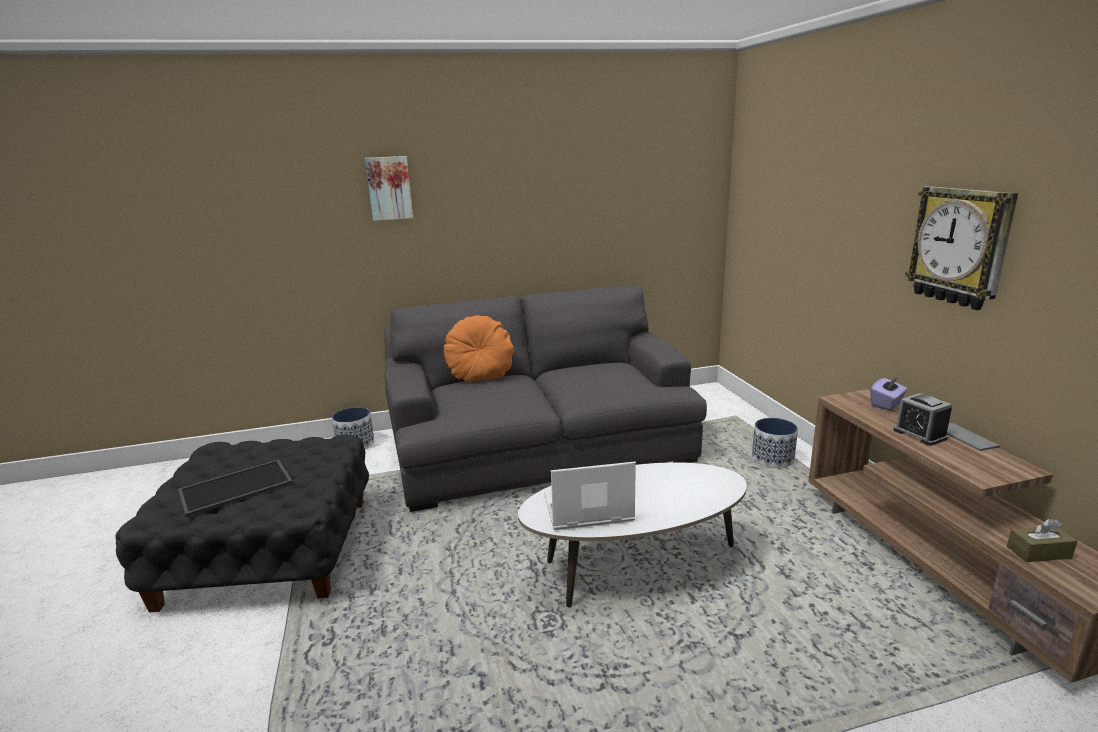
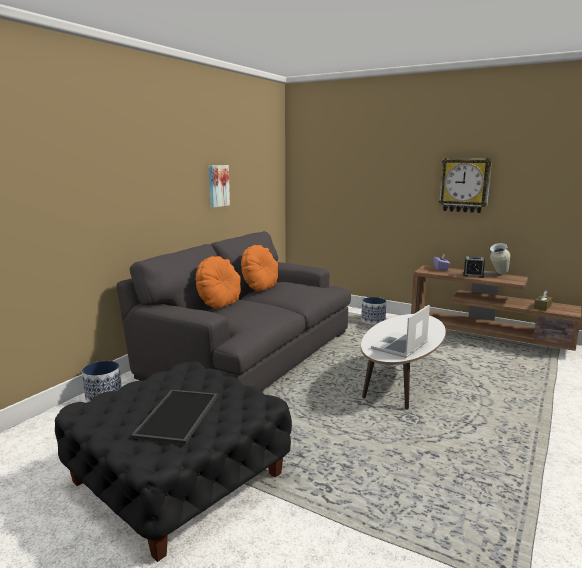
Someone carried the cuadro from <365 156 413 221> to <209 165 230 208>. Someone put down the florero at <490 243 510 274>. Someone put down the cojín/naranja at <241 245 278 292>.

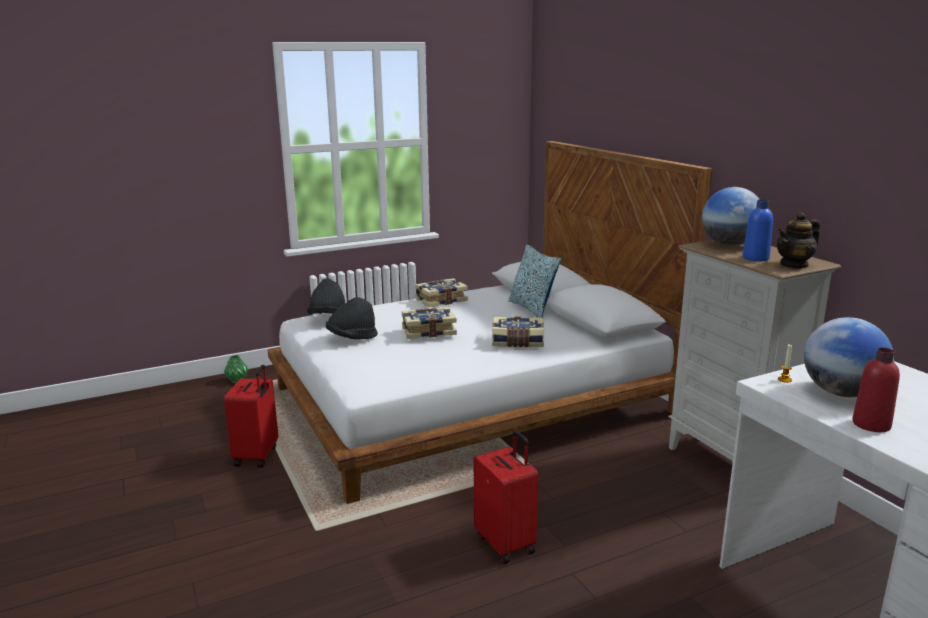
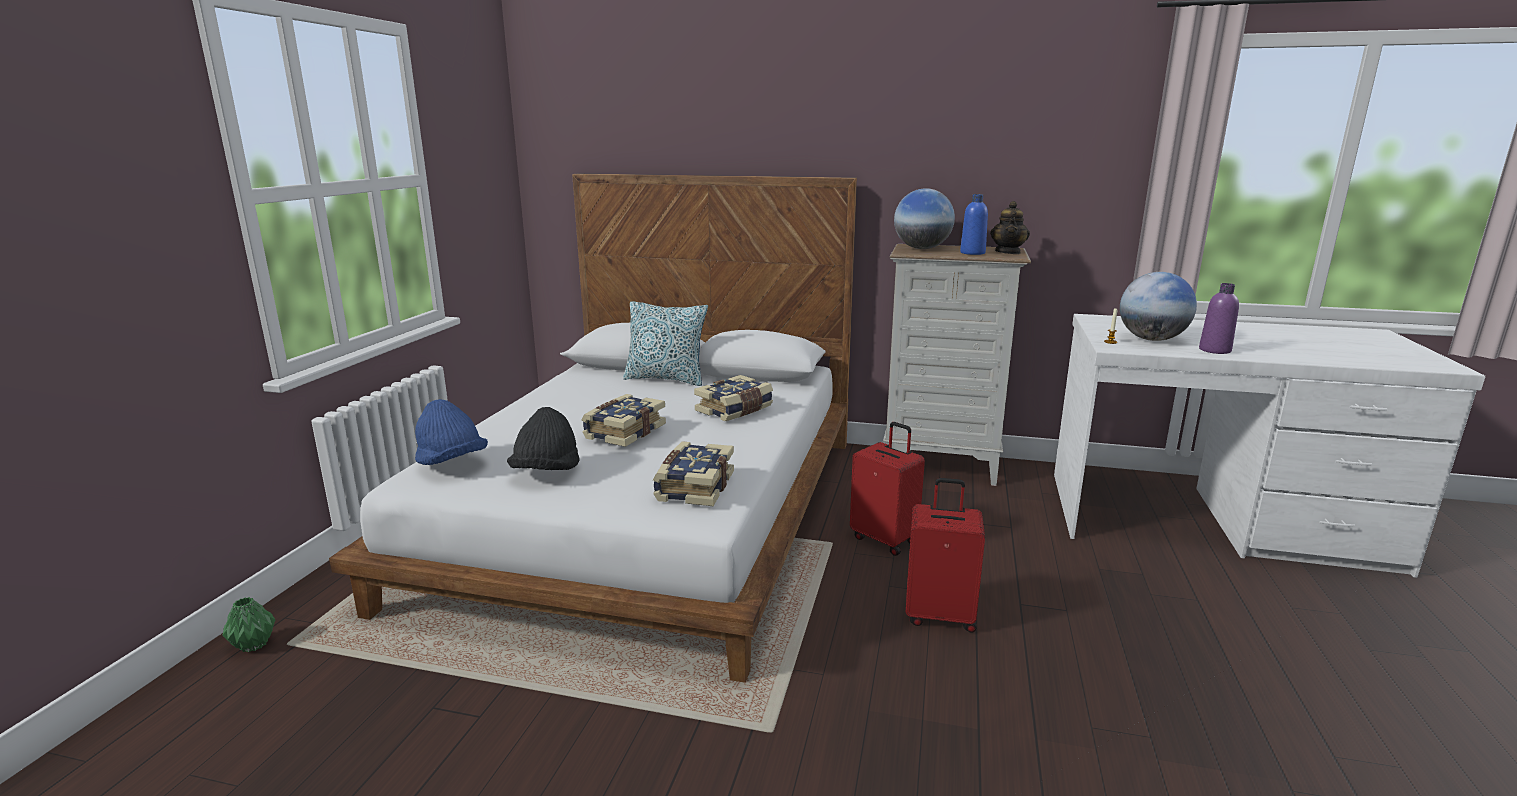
Someone repainted the sombrero/negro at <307 278 345 314>, which became the sombrero/azul at <415 399 488 465>. Someone carried the libro from <415 278 468 307> to <653 441 734 506>. Someone repainted the botella/rojo at <853 348 900 432>, which became the botella/morado at <1199 283 1239 354>. Someone carried the maleta/rojo from <224 365 278 468> to <850 422 925 556>.

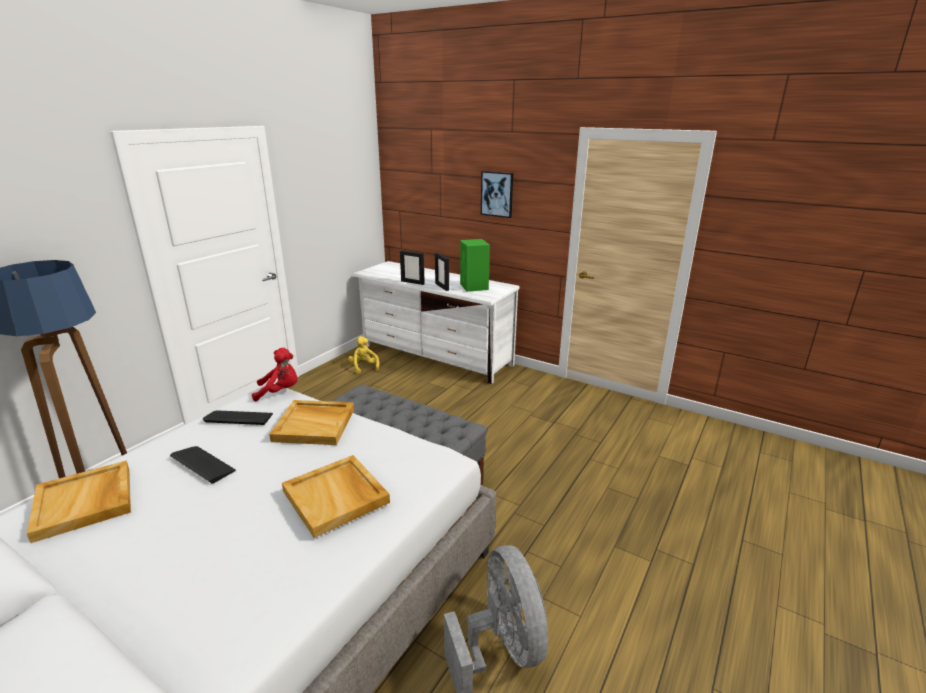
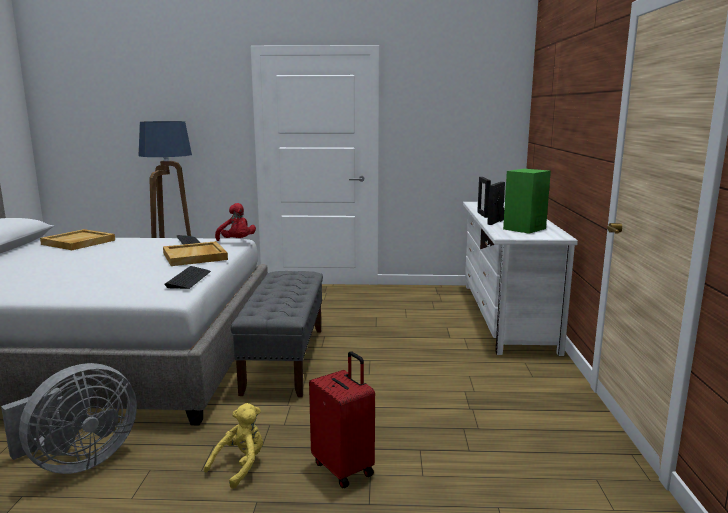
Someone took away the cuadro at <481 171 513 218>. Someone carried the peluche/amarillo from <348 336 379 374> to <204 403 263 489>. Someone carried the teclado from <170 446 236 484> to <164 266 211 289>. Someone took away the bandeja/beis at <282 455 390 538>. Someone put down the maleta/rojo at <309 351 375 488>.

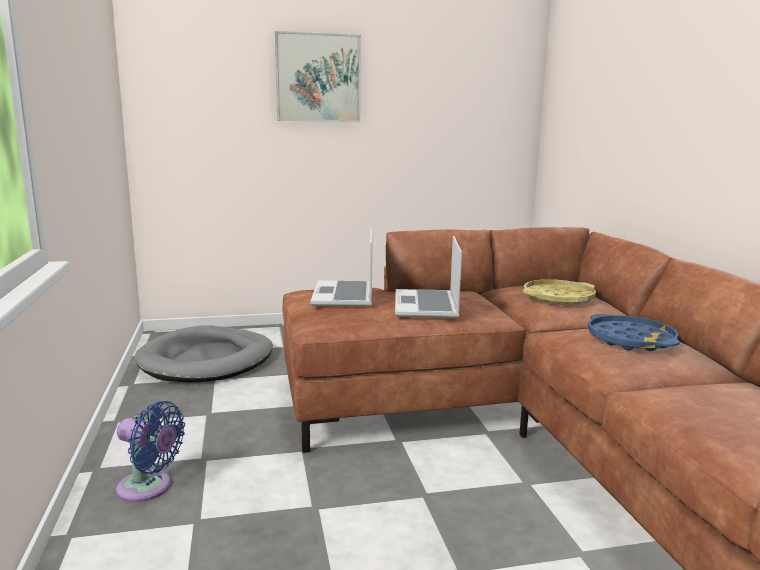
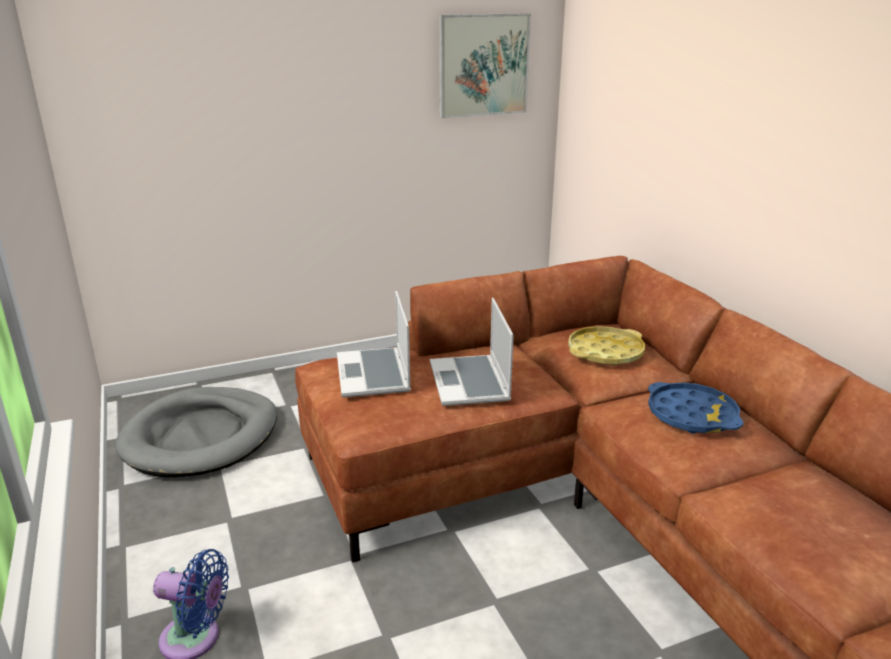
Someone carried the cuadro from <275 31 361 122> to <439 13 531 118>.

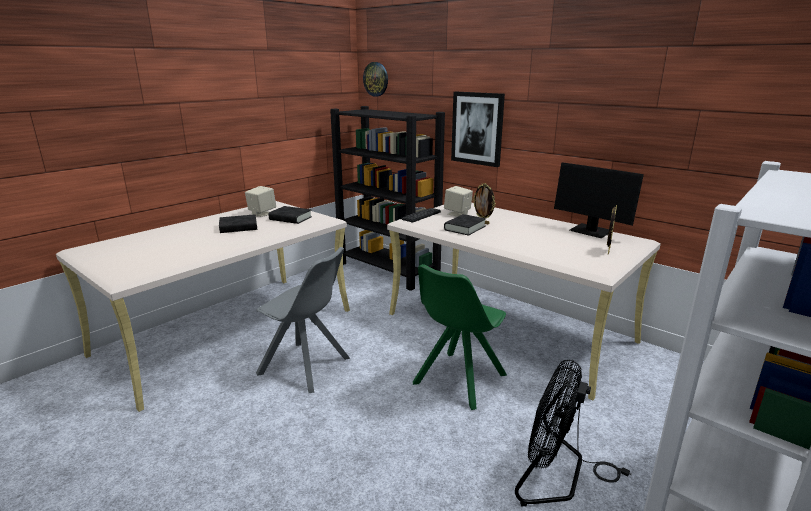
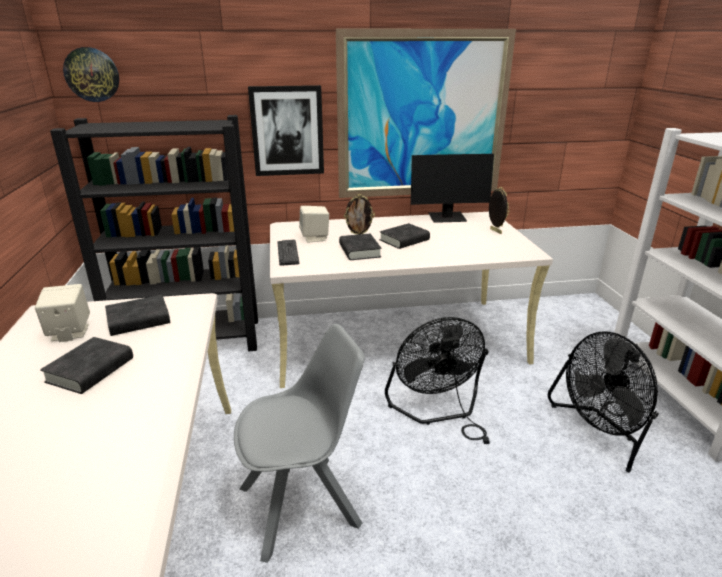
Someone swapped the silla/verde at <413 264 507 410> for the ventilador/negro at <385 317 490 444>. Someone put up the cuadro at <336 29 516 198>. Someone put down the libro/negro at <380 223 430 249>.

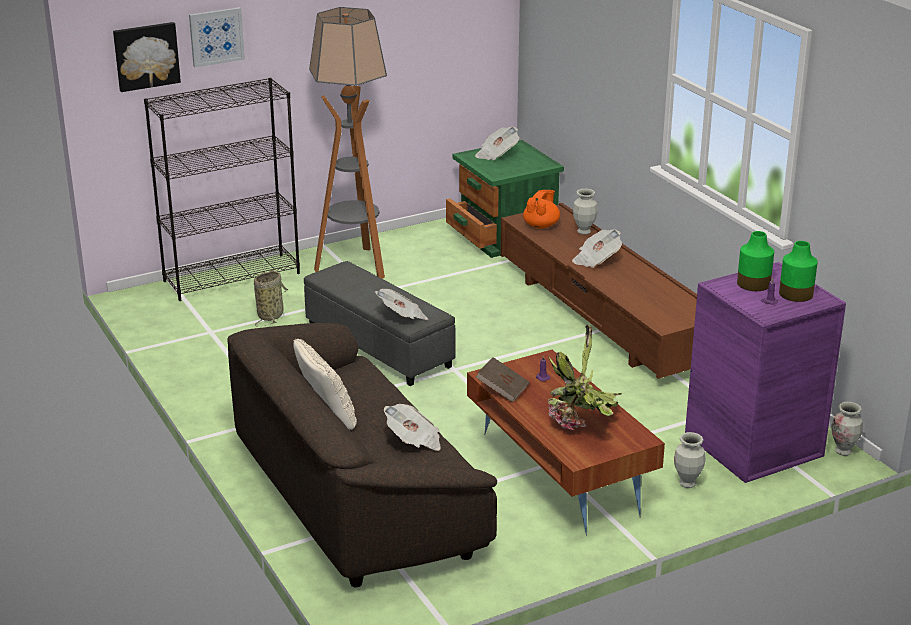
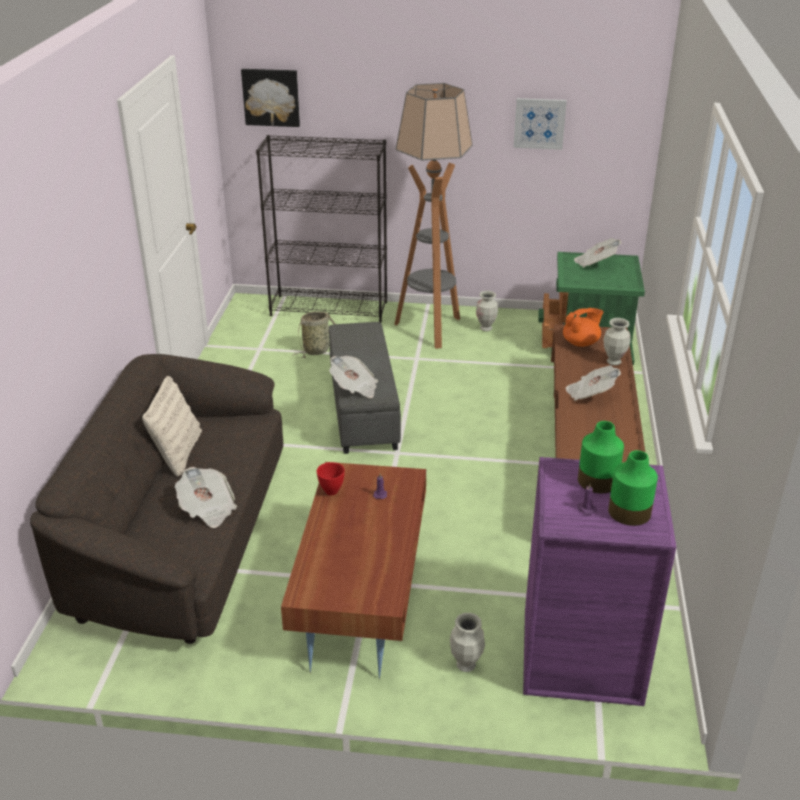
Someone carried the cuadro from <189 7 245 67> to <514 98 567 150>. Someone took away the planta en maceta at <548 324 622 430>. Someone swapped the libro/marrón at <476 357 529 403> for the cuenco/rojo at <317 462 345 495>. Someone carried the florero from <832 402 863 456> to <476 291 498 331>.

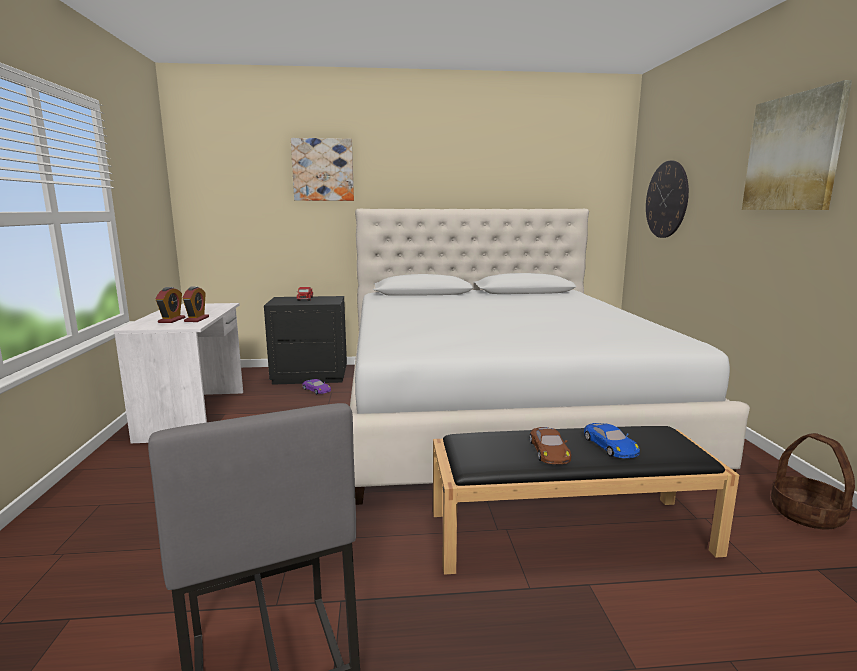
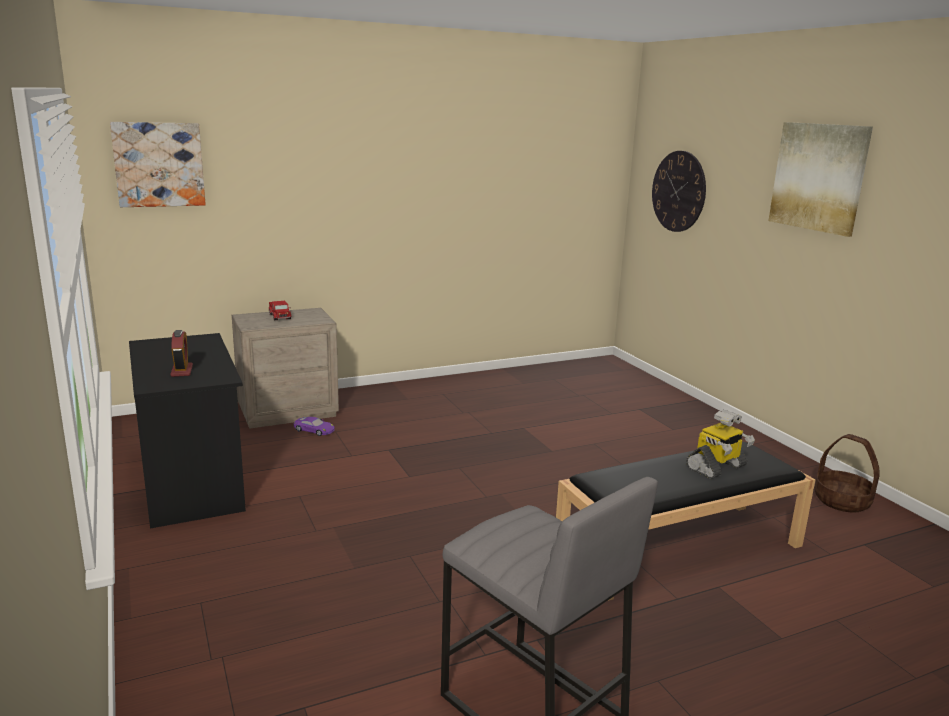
Someone carried the cuadro from <291 138 354 201> to <110 122 206 207>. Someone took away the cama/blanco at <350 209 750 505>. Someone took away the despertador at <183 286 209 322>. Someone repainted the mesita de noche/negro at <264 296 347 385>, which became the mesita de noche/beis at <232 308 339 429>. Someone repainted the escritorio/blanco at <114 303 243 443>, which became the escritorio/negro at <129 333 246 529>. Someone swapped the coche de juguete/azul at <584 423 640 458> for the robot de juguete at <686 410 755 479>. Someone took away the coche de juguete/marrón at <530 427 571 464>.

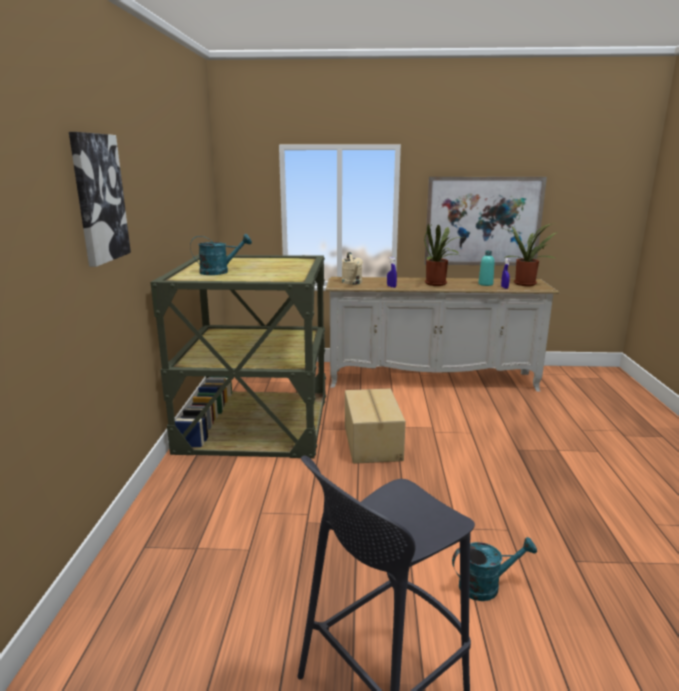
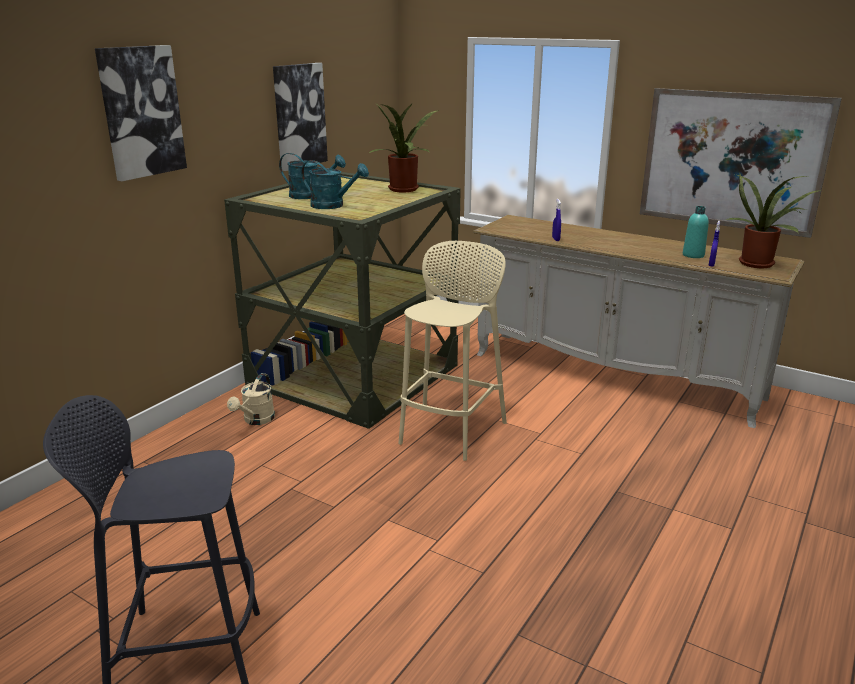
Someone carried the planta en maceta from <424 224 461 286> to <367 102 439 192>. Someone carried the regadera/beis from <342 252 363 285> to <227 373 275 425>. Someone swapped the caja de cartón at <345 389 406 464> for the taburete/beis at <398 241 507 461>. Someone carried the regadera/turquesa from <452 537 537 601> to <301 160 369 209>. Someone put up the cuadro at <273 63 328 171>.

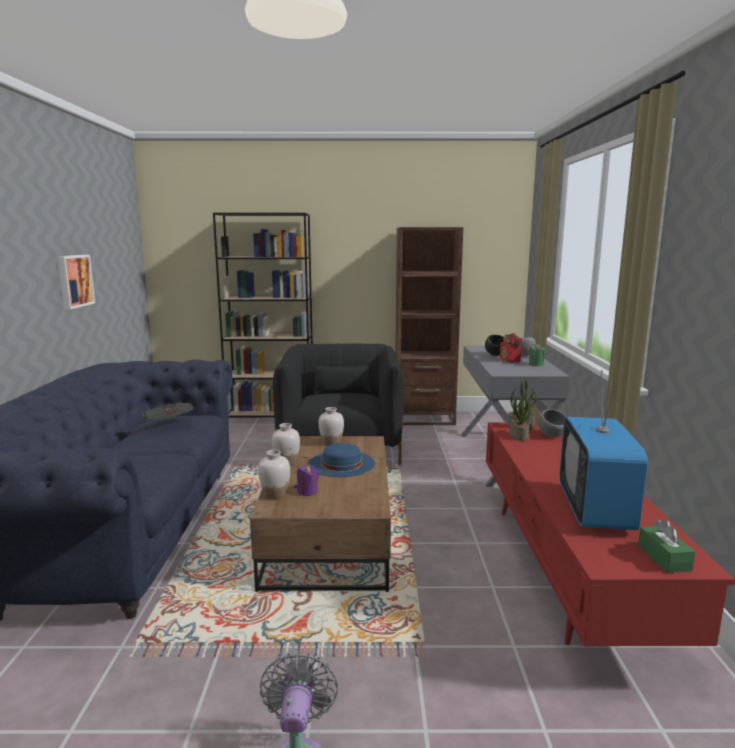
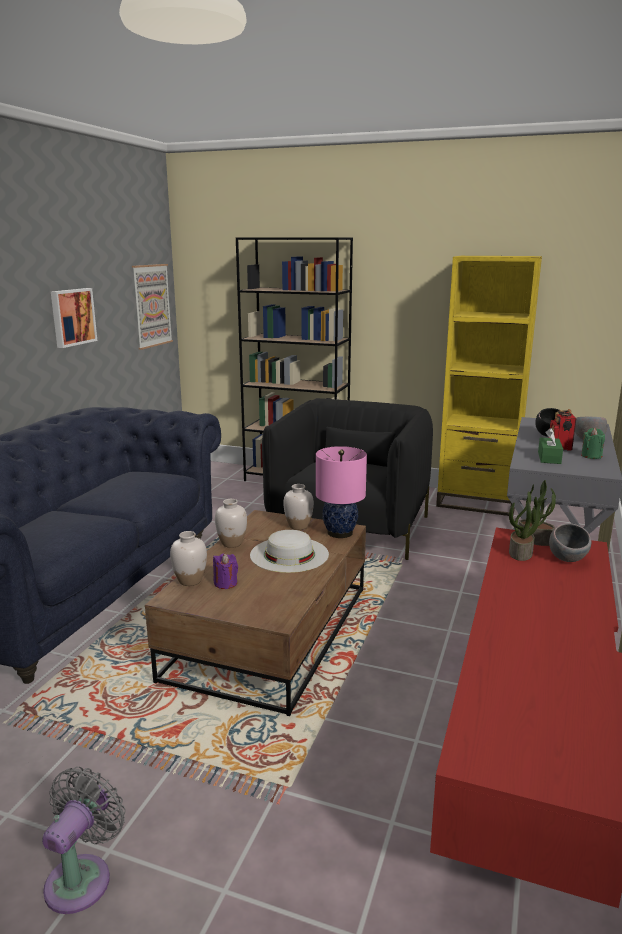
Someone repainted the estantería/marrón at <395 227 463 425>, which became the estantería/amarillo at <436 256 542 516>. Someone took away the televisor at <559 370 648 530>. Someone took away the periódico at <142 403 194 420>. Someone repainted the sombrero/azul at <308 443 375 477>, which became the sombrero/blanco at <250 530 329 573>. Someone carried the caja de pañuelos/verde from <638 519 695 573> to <538 428 563 464>. Someone put up the cuadro at <132 264 173 350>. Someone put down the lámpara de mesa/rosa at <316 446 367 538>.

